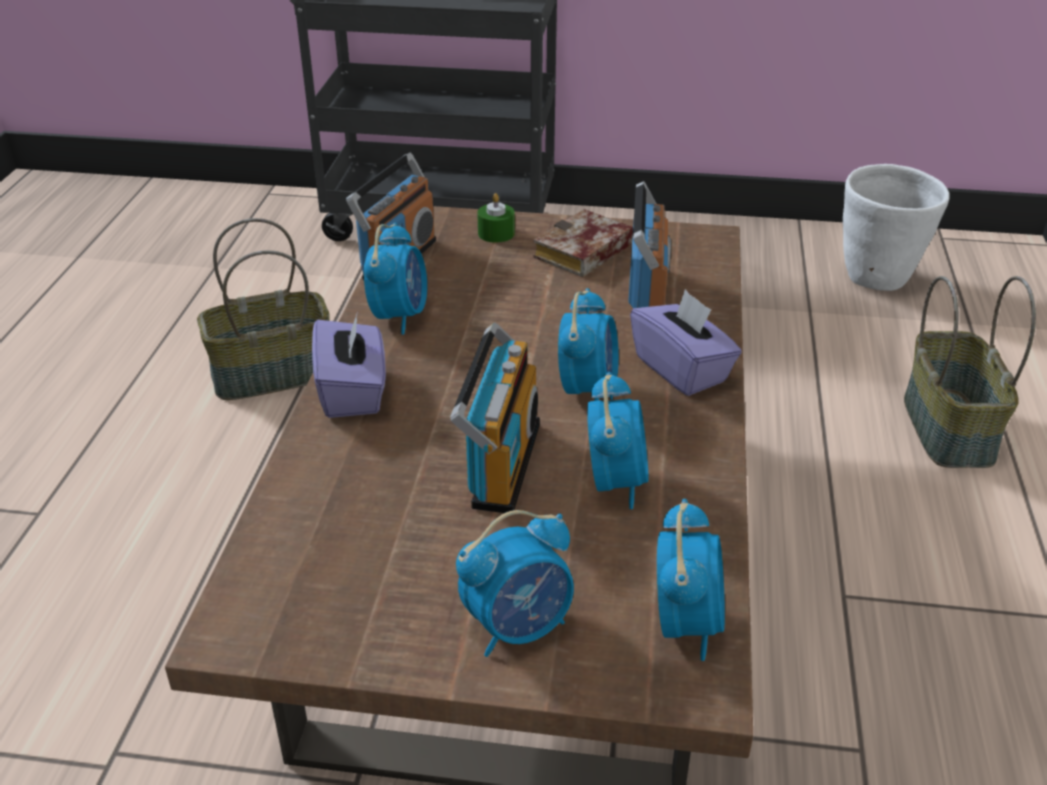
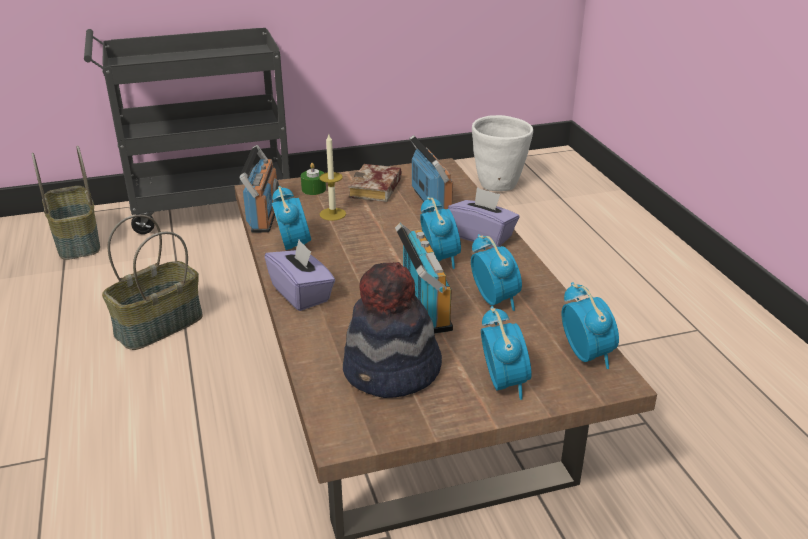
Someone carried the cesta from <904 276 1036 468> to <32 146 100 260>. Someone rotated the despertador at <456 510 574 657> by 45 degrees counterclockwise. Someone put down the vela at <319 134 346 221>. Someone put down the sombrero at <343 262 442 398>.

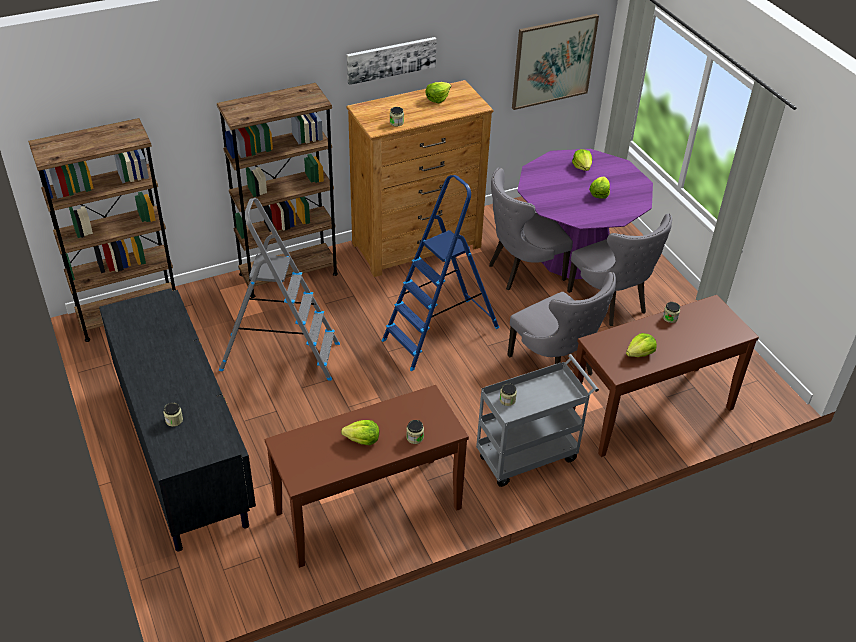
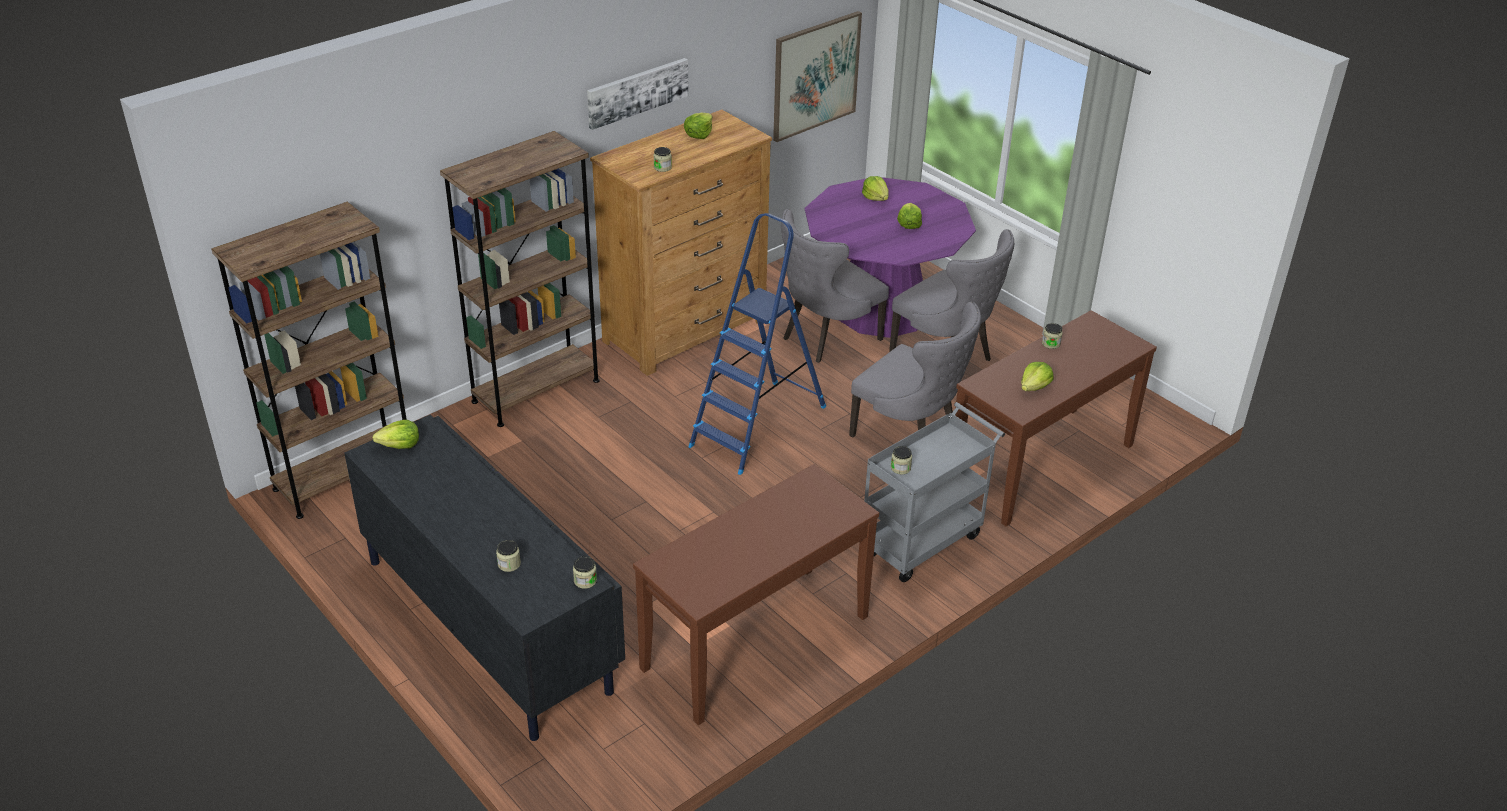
Someone took away the escalera de tijera/gris at <219 198 340 381>. Someone carried the lechuga from <341 420 379 445> to <373 420 419 449>. Someone carried the tarro from <406 420 424 444> to <573 556 597 589>.

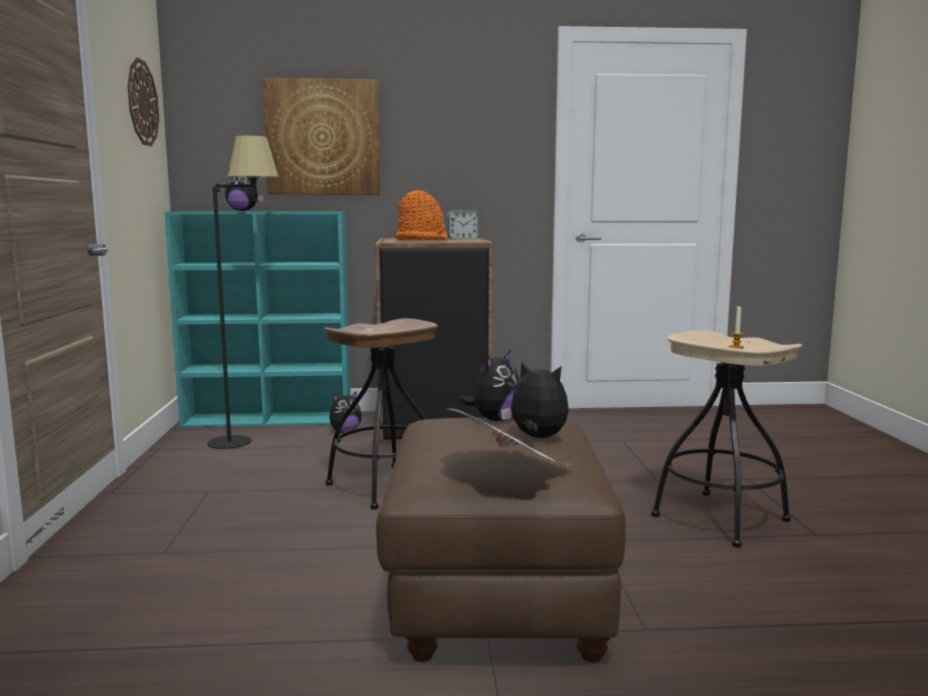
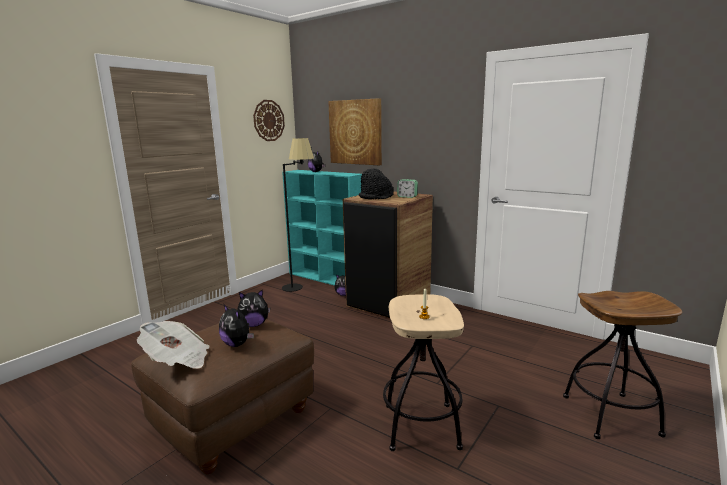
Someone repainted the sombrero/naranja at <395 190 448 240>, which became the sombrero/negro at <359 169 393 199>. Someone carried the taburete/marrón from <323 318 438 510> to <563 291 682 439>. Someone rotated the peluche at <501 362 569 438> by 150 degrees clockwise.

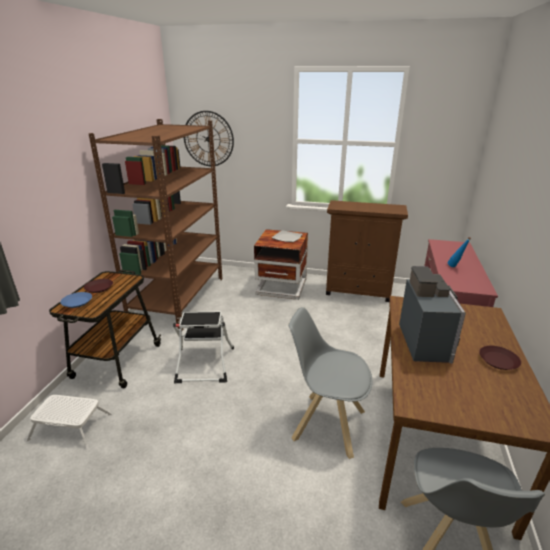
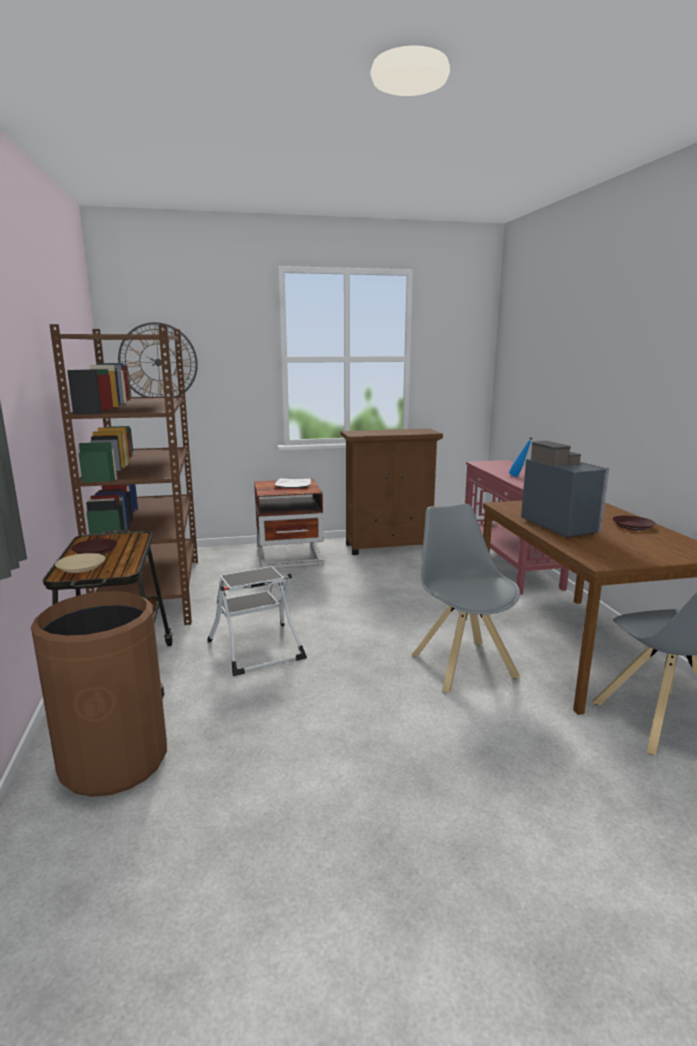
Someone repainted the plato/azul at <60 292 92 308>, which became the plato/beis at <55 553 105 573>. Someone rotated the silla/gris at <288 307 373 459> by 75 degrees clockwise. Someone swapped the escalera de tijera/blanco at <26 395 112 449> for the papelera/marrón at <31 591 167 797>.

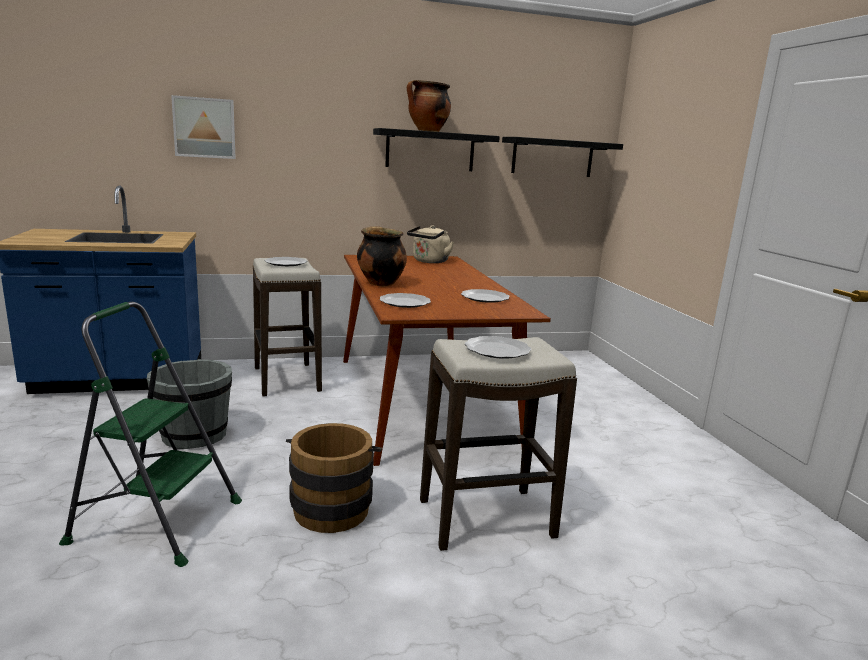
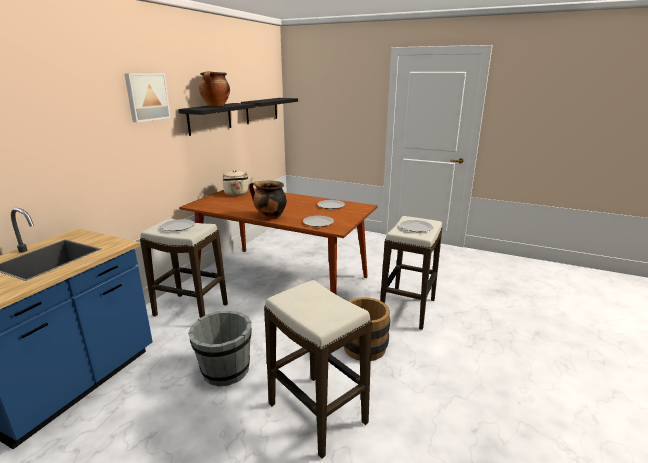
Someone carried the cuadro from <171 95 236 159> to <125 73 171 122>. Someone swapped the escalera de tijera/verde at <59 302 242 567> for the taburete at <264 280 372 459>.

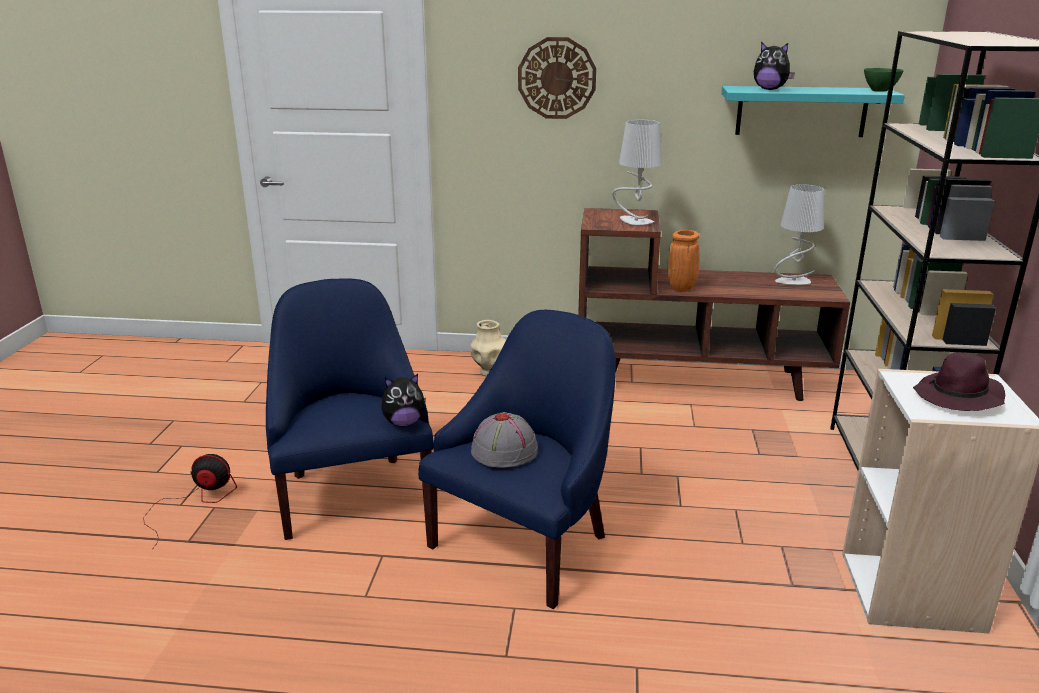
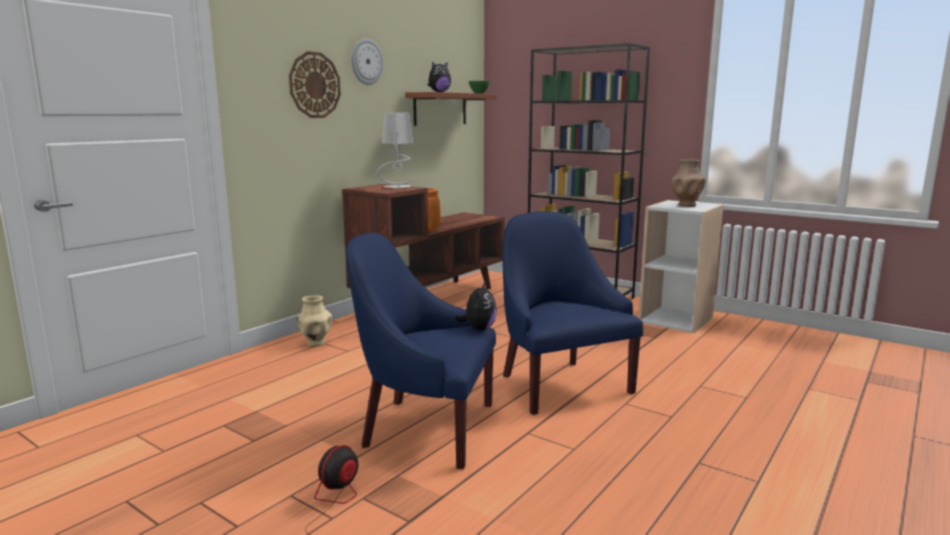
Someone repainted the estante/turquesa at <721 86 905 137>, which became the estante/marrón at <405 92 497 126>. Someone took away the lámpara de mesa/gris at <774 184 824 285>. Someone swapped the sombrero/morado at <913 352 1005 411> for the florero/marrón at <672 159 706 207>. Someone took away the sombrero/gris at <471 412 538 468>. Someone put up the reloj de pared at <351 39 384 85>.

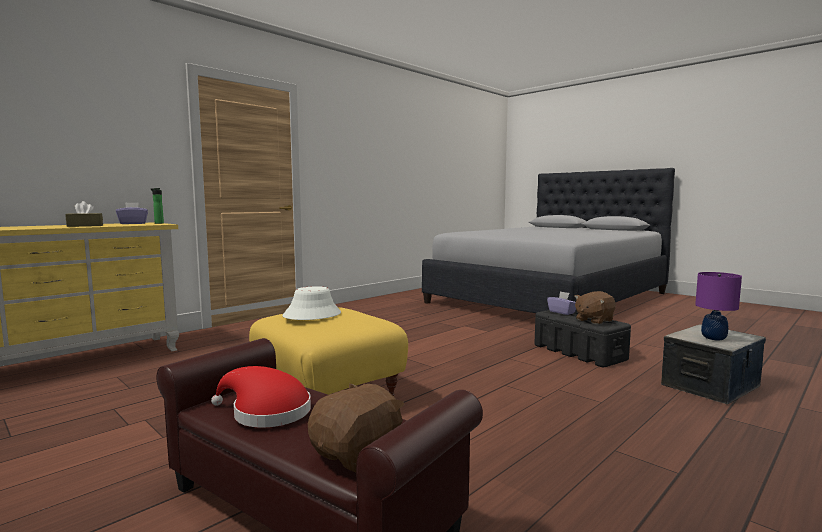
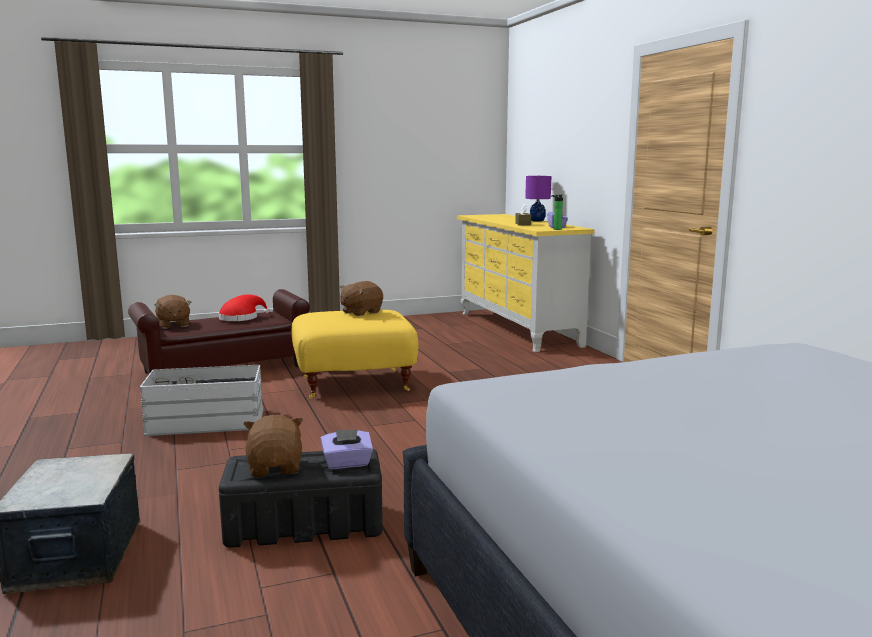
Someone carried the lámpara de mesa/morado from <695 272 742 341> to <525 175 551 222>. Someone swapped the sombrero/blanco at <282 286 341 320> for the peluche/marrón at <340 281 383 316>. Someone put down the caja de almacenaje/gris at <140 365 263 436>.

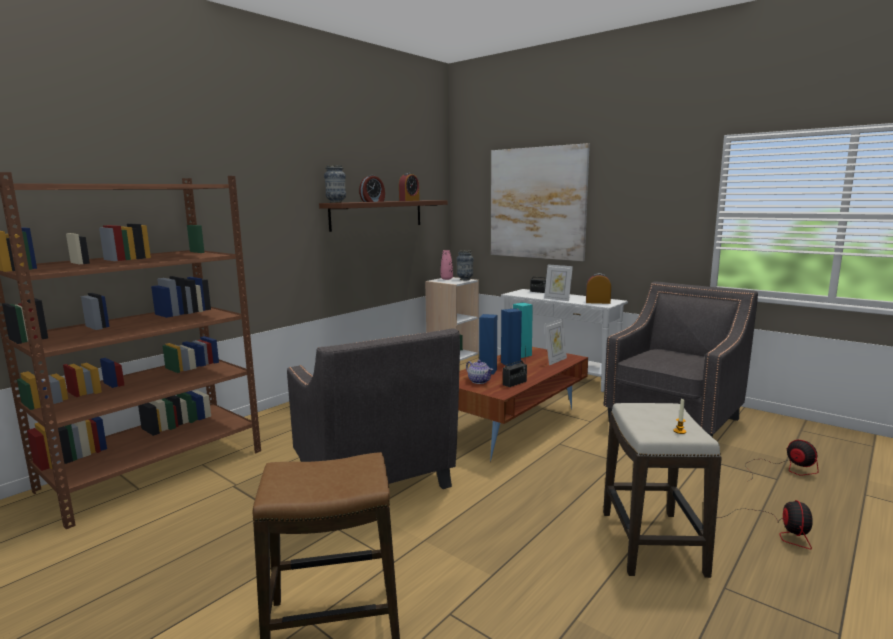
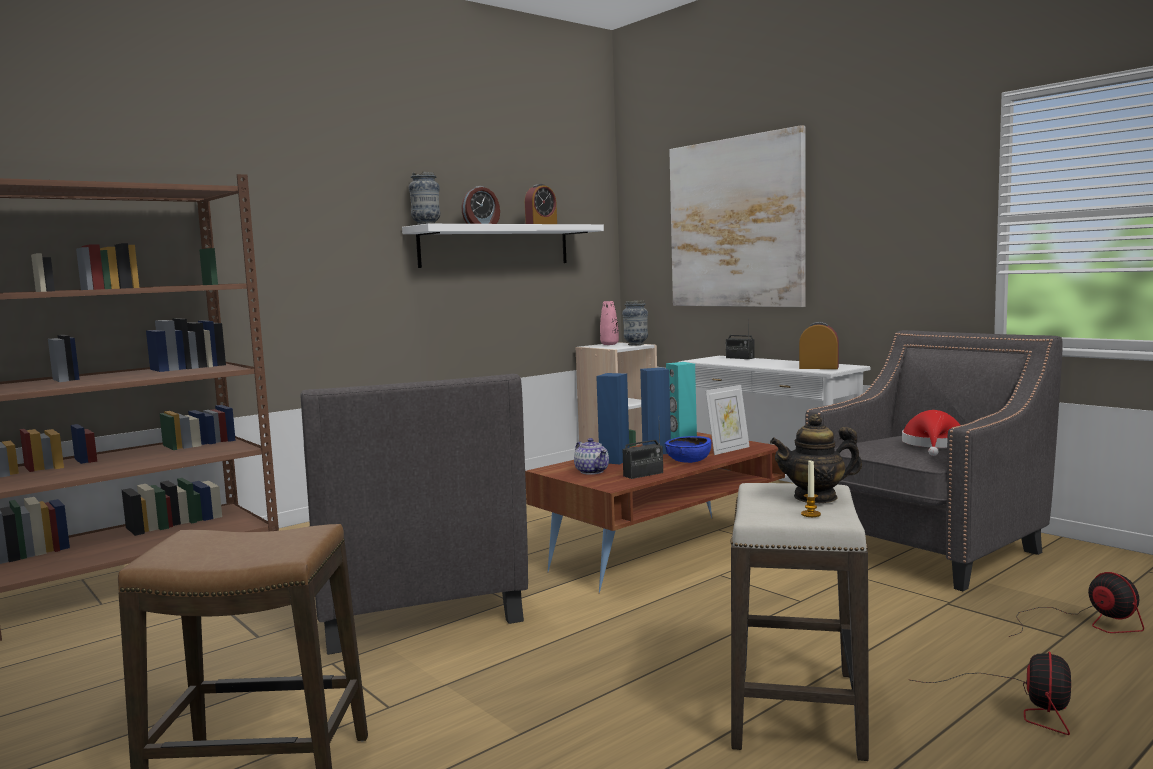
Someone repainted the estante/marrón at <319 200 448 232>, which became the estante/blanco at <402 224 604 268>. Someone took away the portarretratos at <544 264 573 301>. Someone put down the sombrero/rojo at <902 410 960 456>. Someone put down the tetera at <770 414 862 503>. Someone put down the cuenco/azul at <665 436 712 463>.

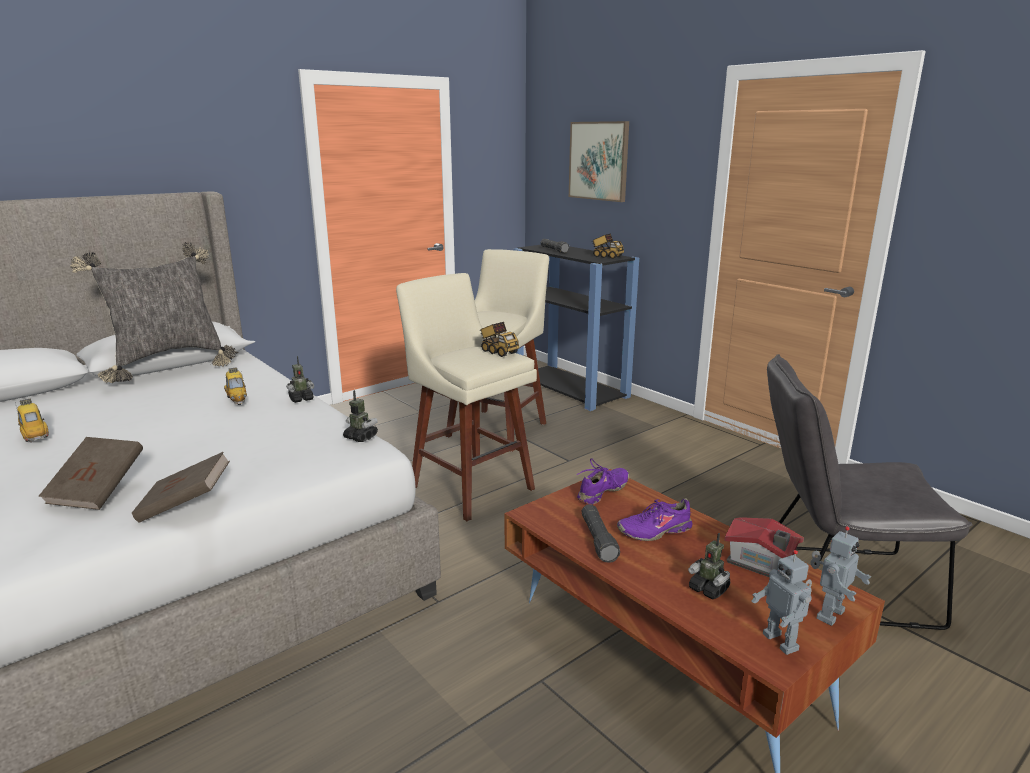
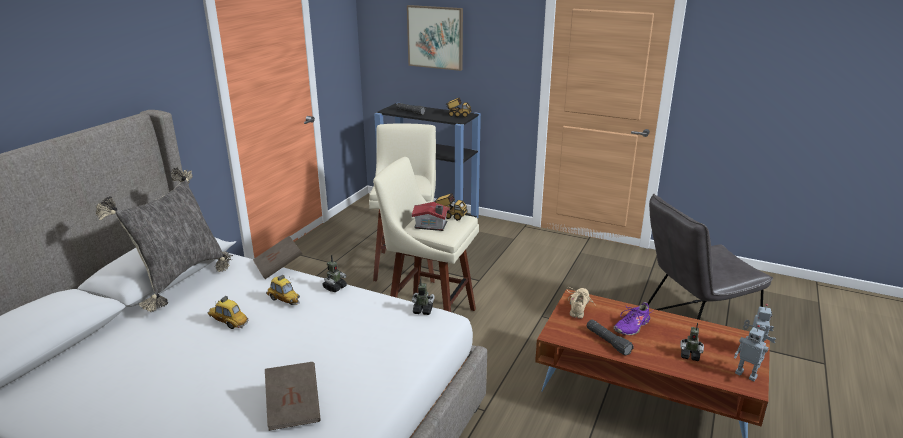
Someone carried the coche de juguete from <15 399 49 443> to <208 296 248 329>. Someone carried the libro/marrón from <132 452 230 523> to <253 236 302 279>. Someone repainted the zapato/morado at <576 459 629 505>, which became the zapato/beis at <566 287 595 319>. Someone carried the casita from <724 517 804 577> to <412 202 450 231>.

